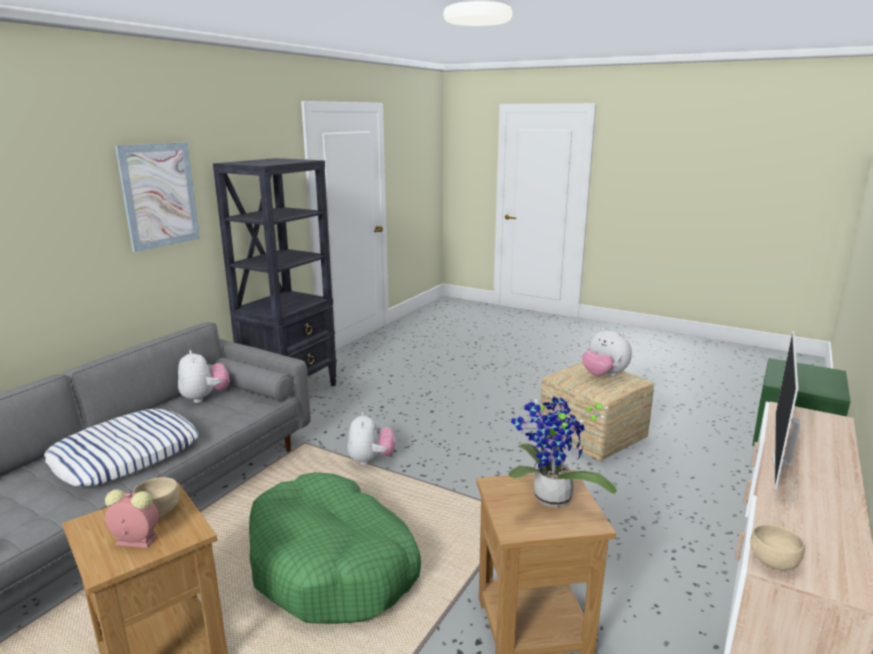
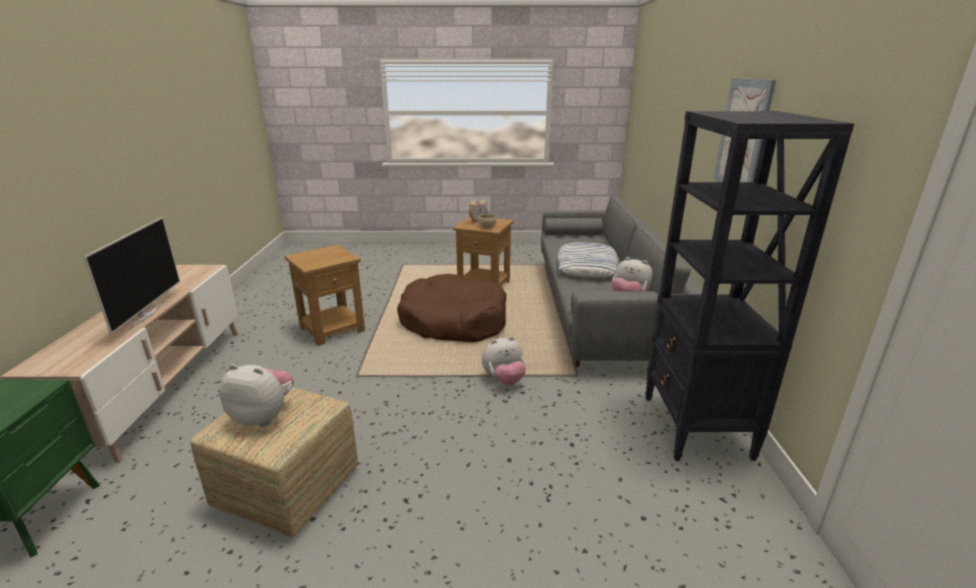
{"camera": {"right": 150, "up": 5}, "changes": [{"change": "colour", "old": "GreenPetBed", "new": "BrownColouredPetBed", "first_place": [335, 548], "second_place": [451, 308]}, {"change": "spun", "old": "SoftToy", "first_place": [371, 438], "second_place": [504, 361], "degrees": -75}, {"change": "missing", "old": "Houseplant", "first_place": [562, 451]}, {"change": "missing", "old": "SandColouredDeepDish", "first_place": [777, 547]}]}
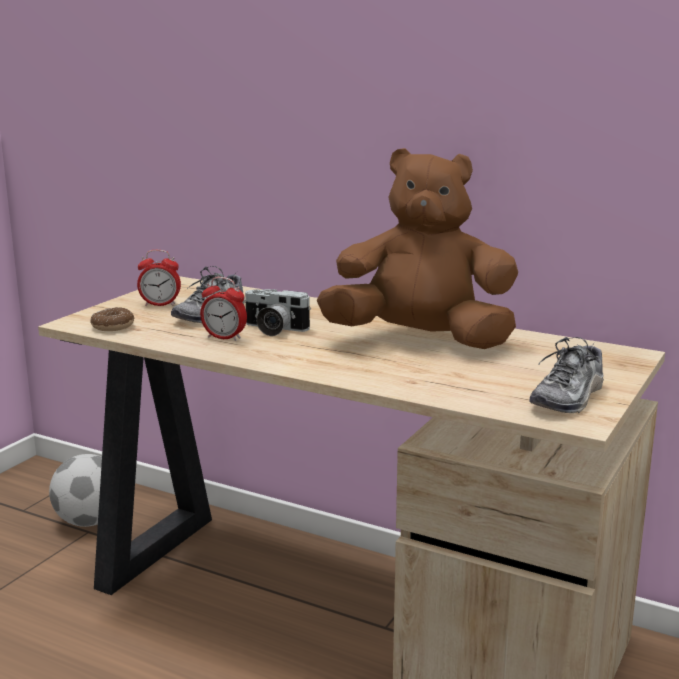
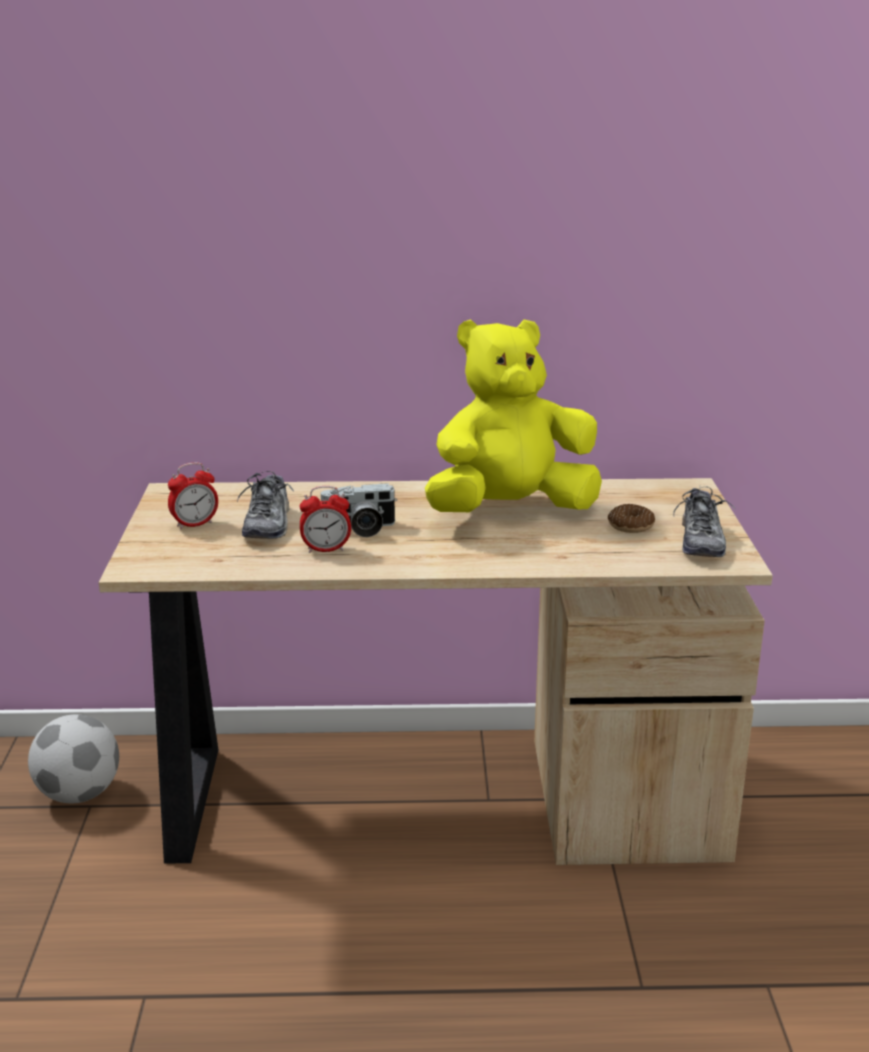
{"camera": {"right": -30, "up": 5}, "changes": [{"change": "relocated", "old": "RingDoughnut", "first_place": [112, 319], "second_place": [631, 518]}, {"change": "colour", "old": "BrownColouredSoftToy", "new": "YellowColouredSoftToy", "first_place": [417, 248], "second_place": [513, 415]}]}
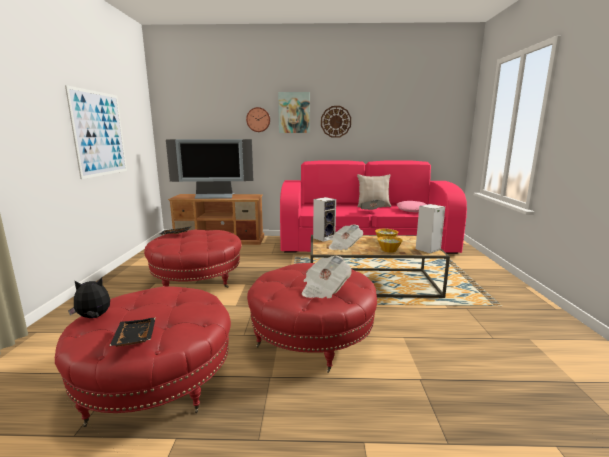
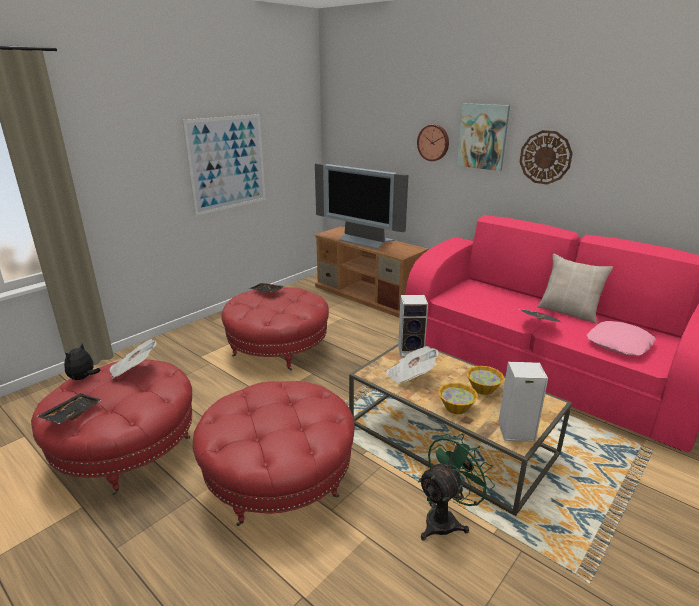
{"camera": {"right": 40, "up": 10}, "changes": [{"change": "spun", "old": "SoftToy", "first_place": [89, 298], "second_place": [82, 361], "degrees": -90}, {"change": "relocated", "old": "PrintedPaper", "first_place": [326, 277], "second_place": [133, 359]}, {"change": "appeared", "new": "GreenCoolingFan", "second_place": [456, 487]}]}
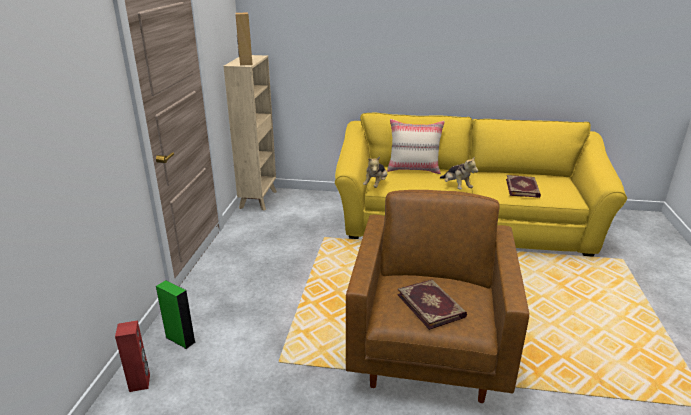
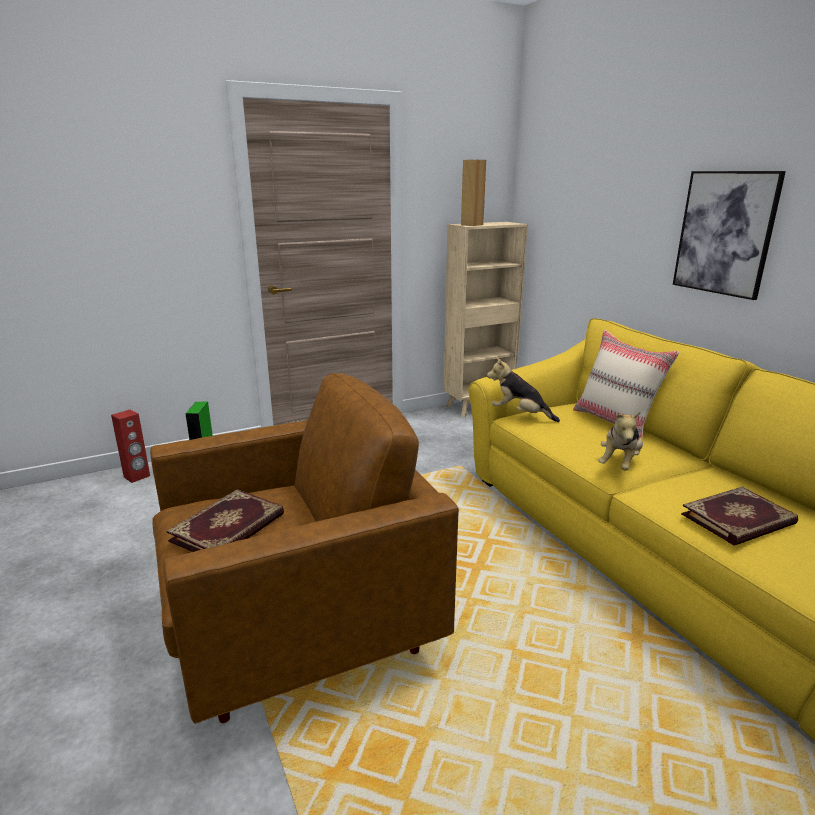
{"camera": {"right": 55, "up": -5}, "changes": [{"change": "spun", "old": "SoftToy", "first_place": [375, 172], "second_place": [523, 389], "degrees": 45}, {"change": "appeared", "new": "WallArt", "second_place": [729, 235]}]}
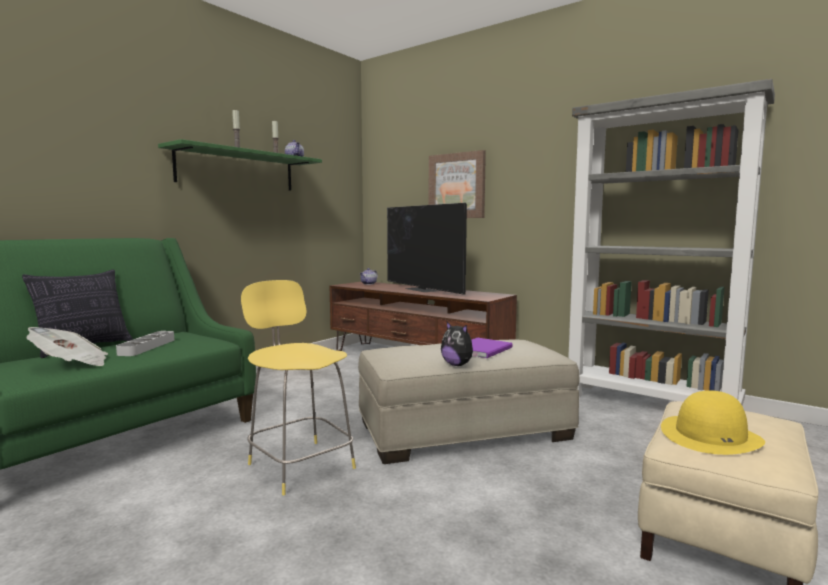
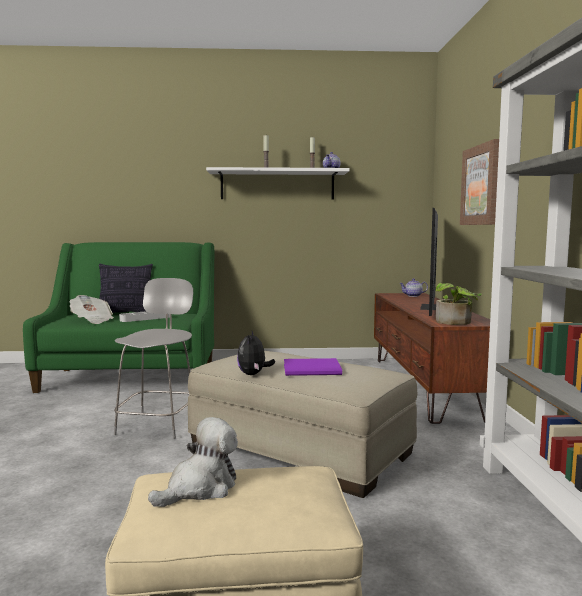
{"camera": {"right": 50, "up": 0}, "changes": [{"change": "colour", "old": "GreenBracketShelf", "new": "WhitishBracketShelf", "first_place": [240, 165], "second_place": [278, 183]}, {"change": "colour", "old": "YellowColouredStoolSeat", "new": "GreyishStoolSeat", "first_place": [298, 387], "second_place": [153, 358]}, {"change": "exchanged", "old": "YellowColouredHat", "new": "SoftToy", "first_place": [713, 422], "second_place": [193, 462]}, {"change": "appeared", "new": "Houseplant", "second_place": [458, 304]}]}
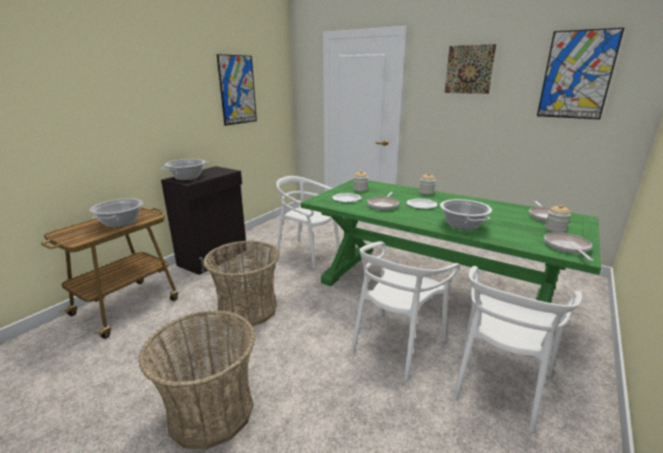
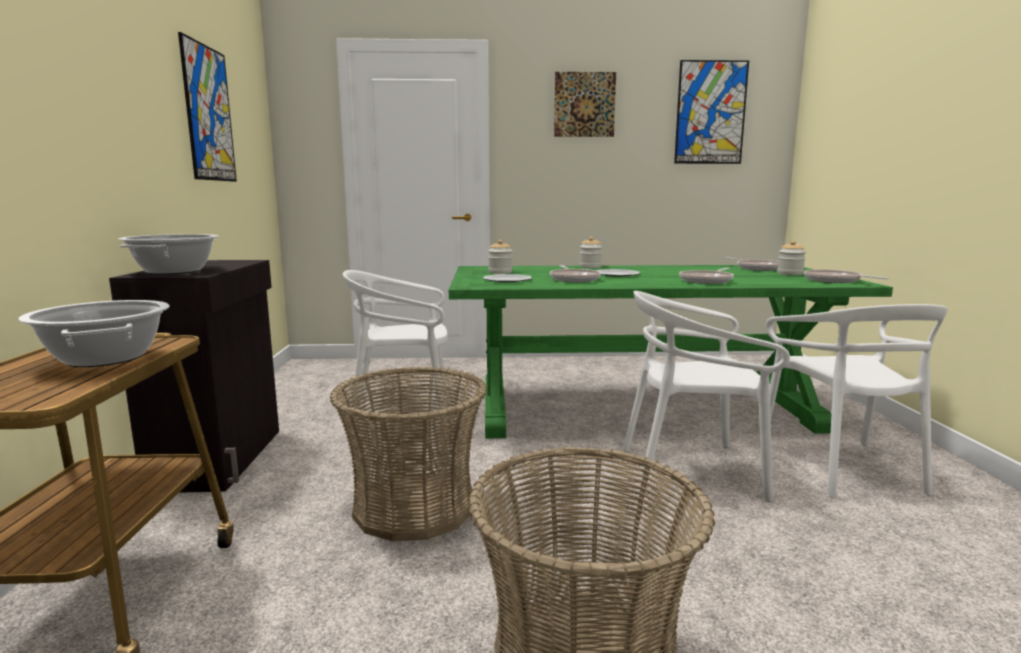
{"camera": {"right": -35, "up": -10}, "changes": [{"change": "spun", "old": "WhitishPlainChair", "first_place": [405, 310], "second_place": [706, 396], "degrees": 90}, {"change": "exchanged", "old": "CookingPot", "new": "FryingPan", "first_place": [466, 214], "second_place": [706, 276]}]}
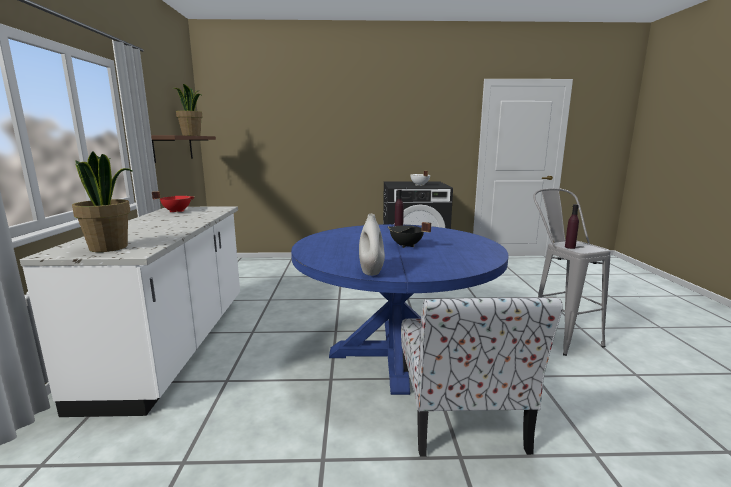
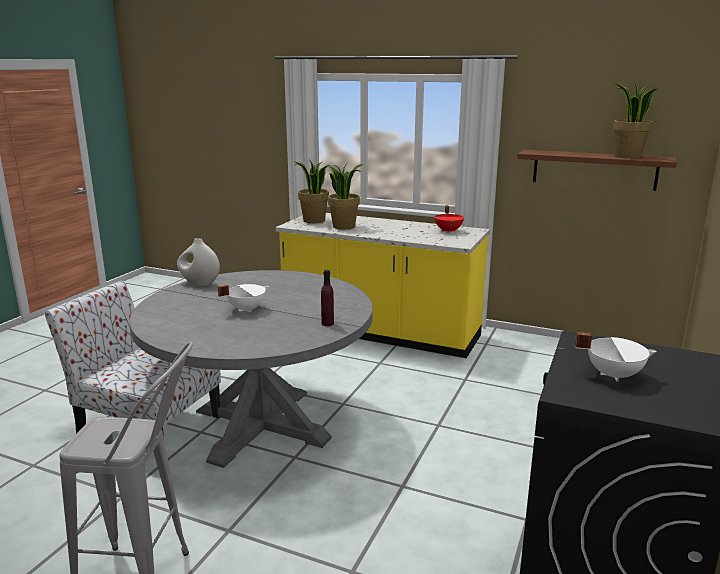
{"camera": {"right": 115, "up": 5}, "changes": [{"change": "colour", "old": "WhitishCounter", "new": "YellowColouredCounter", "first_place": [130, 311], "second_place": [383, 285]}, {"change": "colour", "old": "BlueDiningTable", "new": "GreyishDiningTable", "first_place": [400, 309], "second_place": [251, 369]}, {"change": "colour", "old": "BlackColouredCookingPot", "new": "WhitishCookingPot", "first_place": [409, 235], "second_place": [243, 298]}, {"change": "missing", "old": "PurplishBottle", "first_place": [572, 226]}, {"change": "appeared", "new": "Houseplant", "second_place": [345, 196]}]}
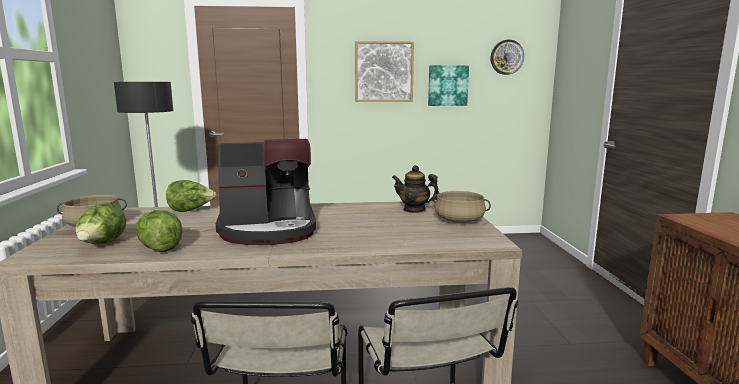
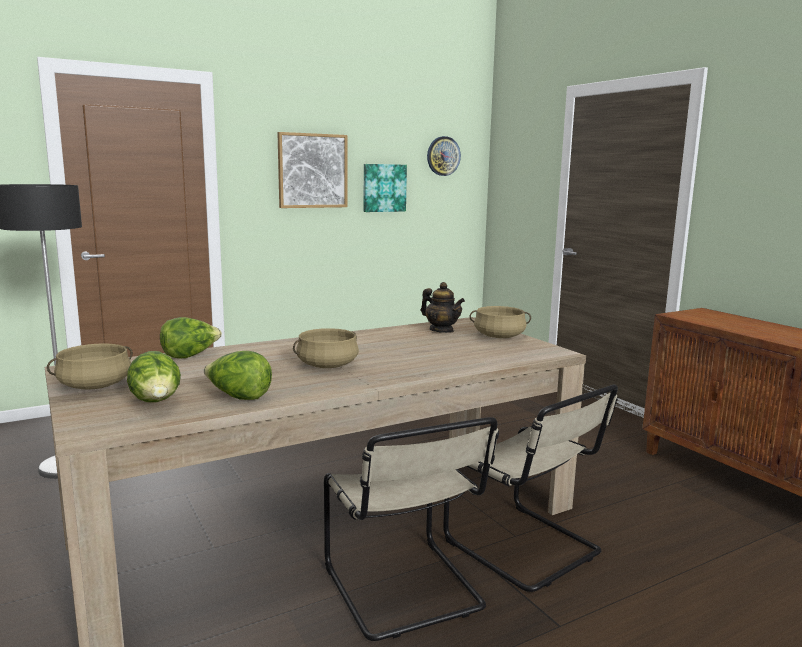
{"camera": {"right": -25, "up": 0}, "changes": [{"change": "exchanged", "old": "CoffeeMachine", "new": "SandColouredCookingPot", "first_place": [266, 192], "second_place": [326, 348]}, {"change": "spun", "old": "PotForTea", "first_place": [415, 189], "second_place": [443, 307], "degrees": -135}]}
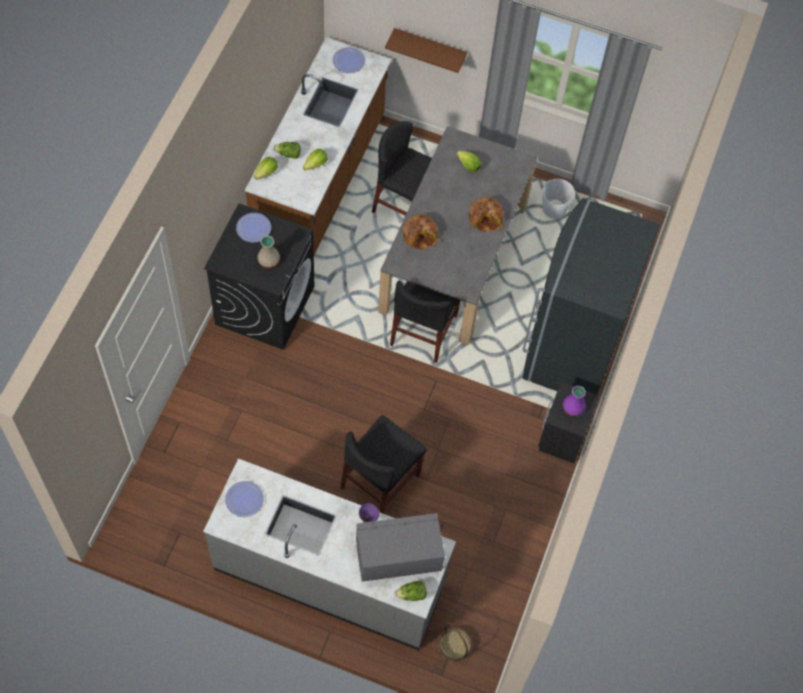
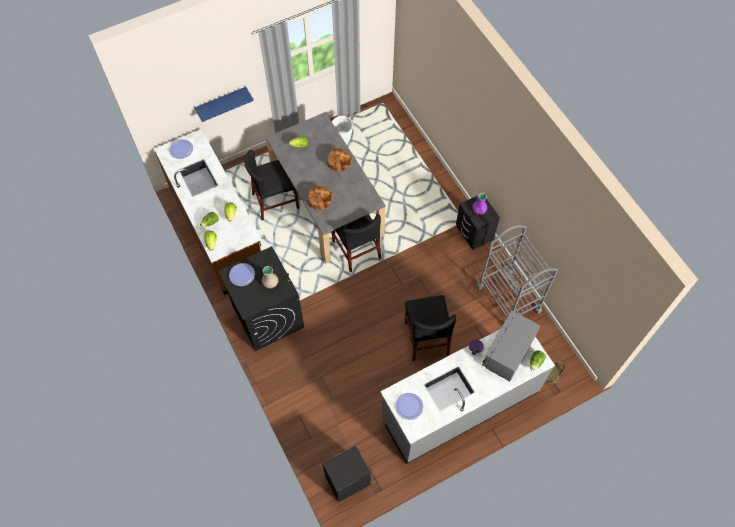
{"camera": {"right": -45, "up": 0}, "changes": [{"change": "colour", "old": "BrownColouredBracketShelf", "new": "BlueBracketShelf", "first_place": [426, 50], "second_place": [224, 104]}, {"change": "missing", "old": "GreyishFridge", "first_place": [591, 296]}, {"change": "appeared", "new": "BlackColouredNightTable", "second_place": [346, 473]}, {"change": "appeared", "new": "GreyishWheeledCart", "second_place": [517, 271]}]}
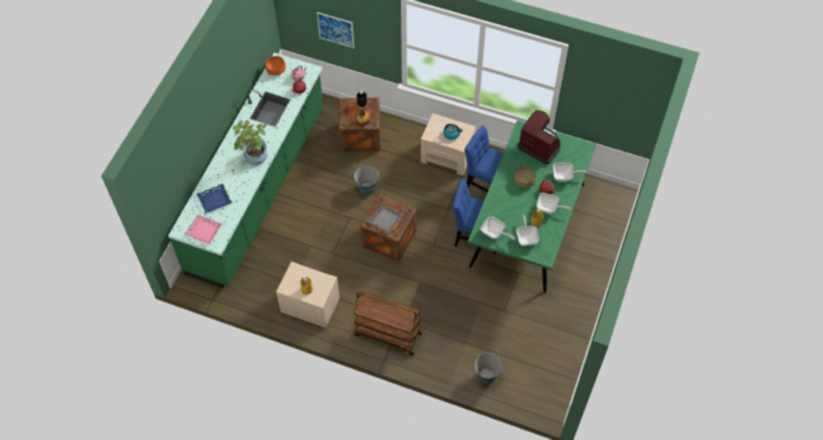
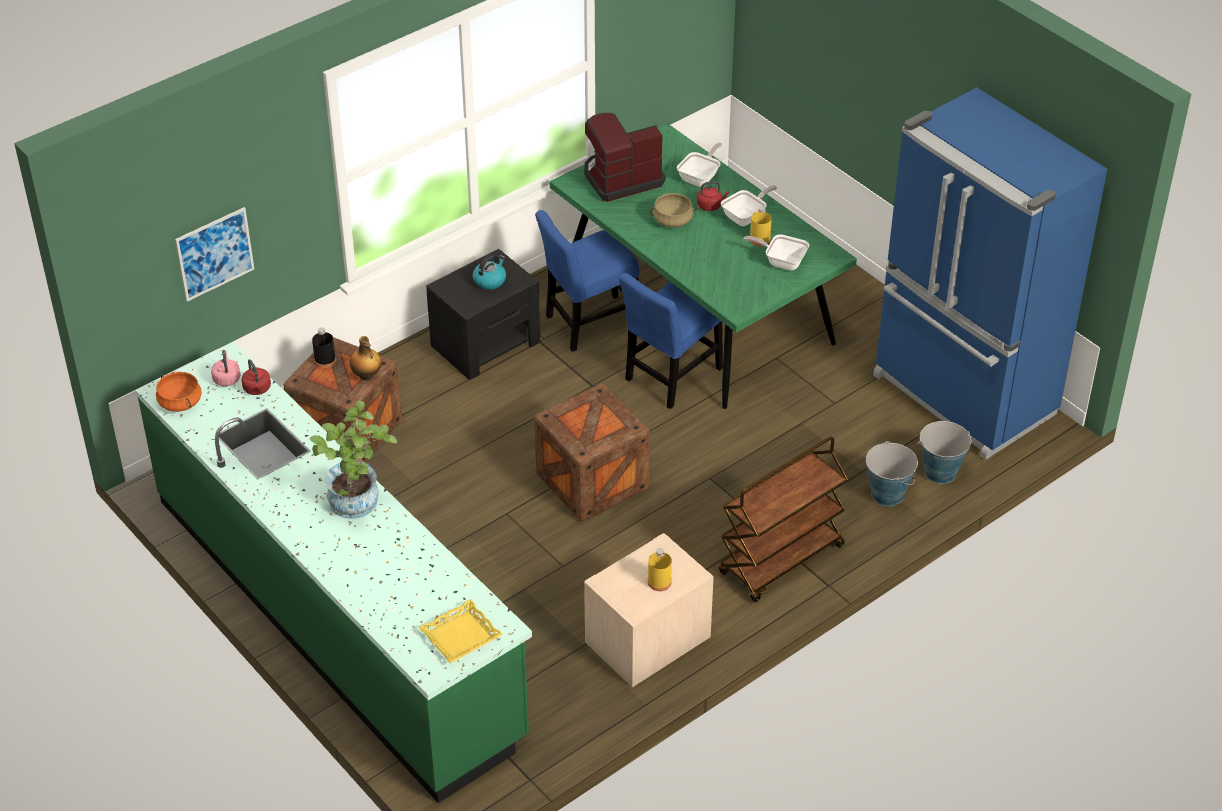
{"camera": {"right": -60, "up": -15}, "changes": [{"change": "colour", "old": "PinkishServingTray", "new": "YellowColouredServingTray", "first_place": [203, 229], "second_place": [460, 631]}, {"change": "missing", "old": "BlueServingTray", "first_place": [214, 198]}, {"change": "relocated", "old": "Pail", "first_place": [367, 180], "second_place": [892, 473]}, {"change": "missing", "old": "GreyishServingTray", "first_place": [386, 218]}, {"change": "colour", "old": "SandColouredNightTable", "new": "BlackColouredNightTable", "first_place": [448, 144], "second_place": [483, 314]}, {"change": "missing", "old": "FryingPan", "first_place": [498, 228]}, {"change": "appeared", "new": "BlueFridge", "second_place": [990, 273]}]}
